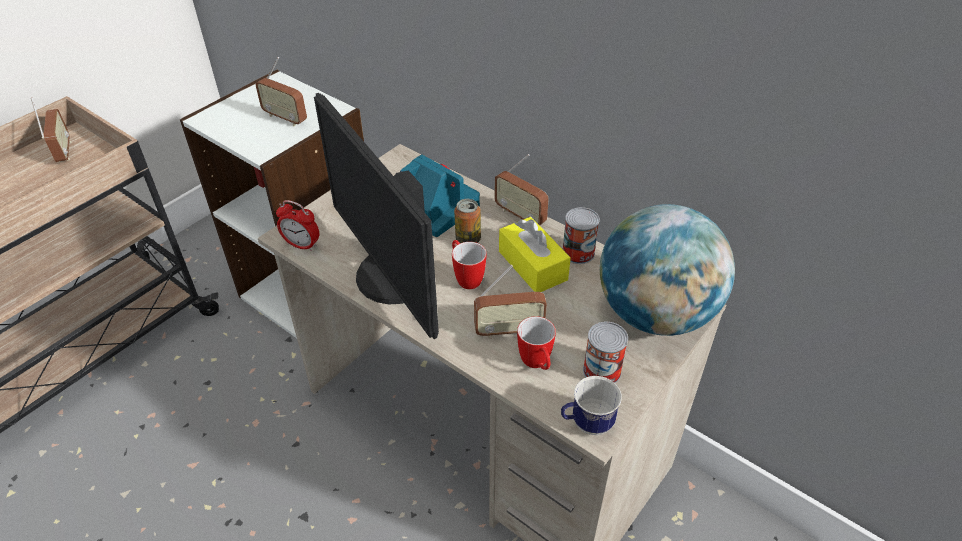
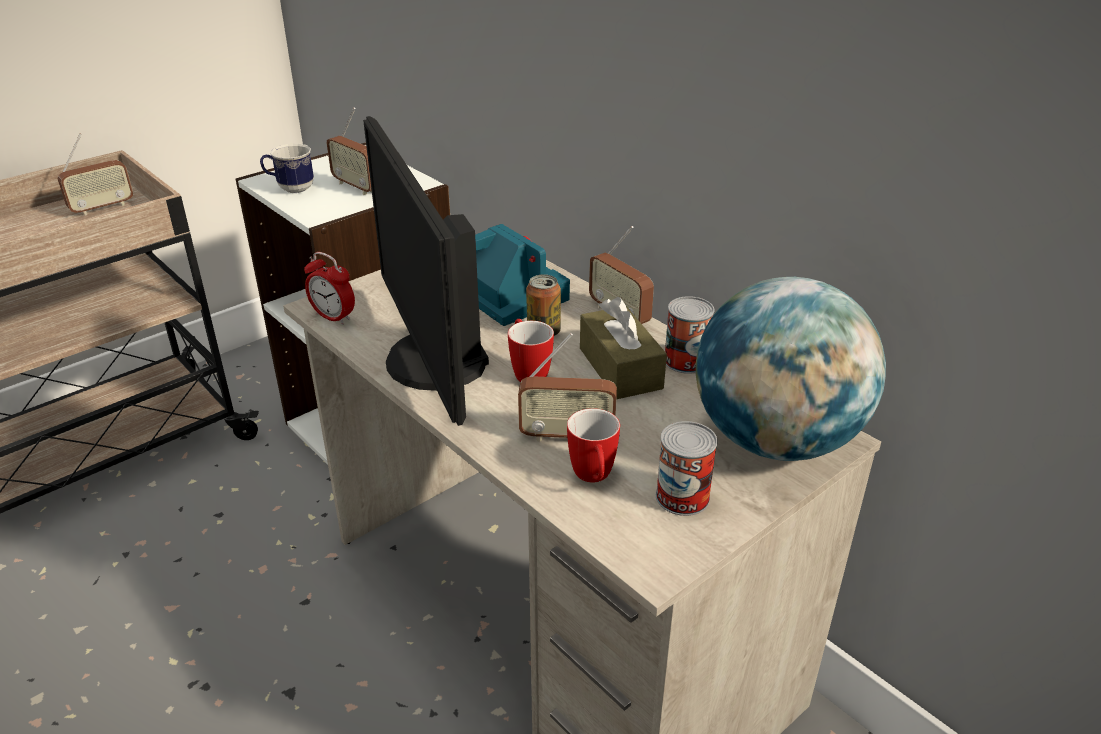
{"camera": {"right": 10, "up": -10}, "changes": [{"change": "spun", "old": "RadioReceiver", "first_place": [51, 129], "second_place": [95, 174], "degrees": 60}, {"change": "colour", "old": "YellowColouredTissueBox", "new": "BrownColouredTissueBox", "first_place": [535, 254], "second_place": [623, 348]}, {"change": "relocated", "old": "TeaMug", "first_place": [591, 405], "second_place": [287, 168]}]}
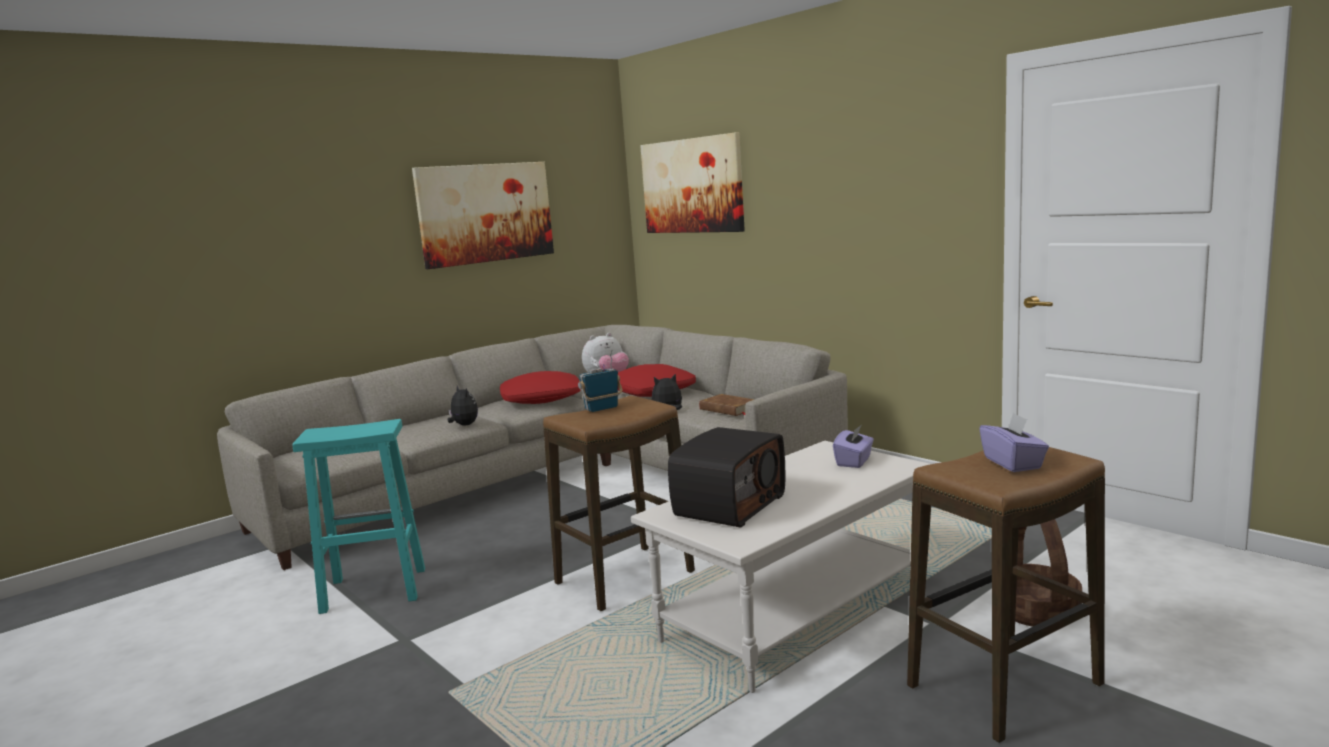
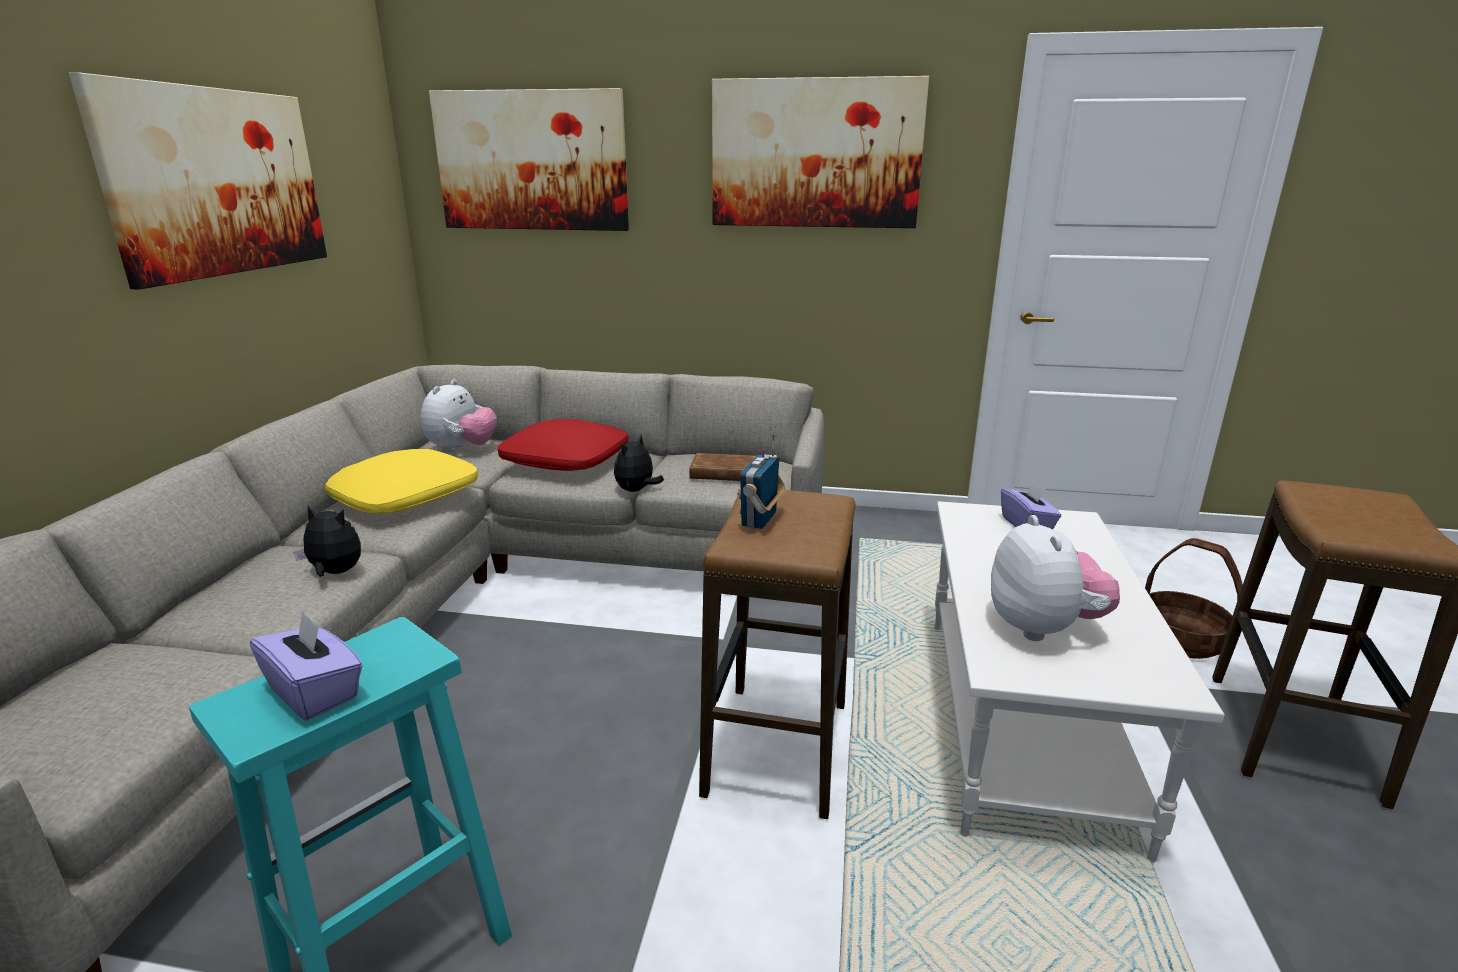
{"camera": {"right": -40, "up": 10}, "changes": [{"change": "colour", "old": "RedColouredPillow", "new": "YellowColouredPillow", "first_place": [540, 387], "second_place": [401, 481]}, {"change": "exchanged", "old": "RadioReceiver", "new": "SoftToy", "first_place": [726, 477], "second_place": [1055, 578]}, {"change": "relocated", "old": "PurplishTissueBox", "first_place": [1014, 442], "second_place": [306, 665]}, {"change": "appeared", "new": "WallArt", "second_place": [820, 152]}]}
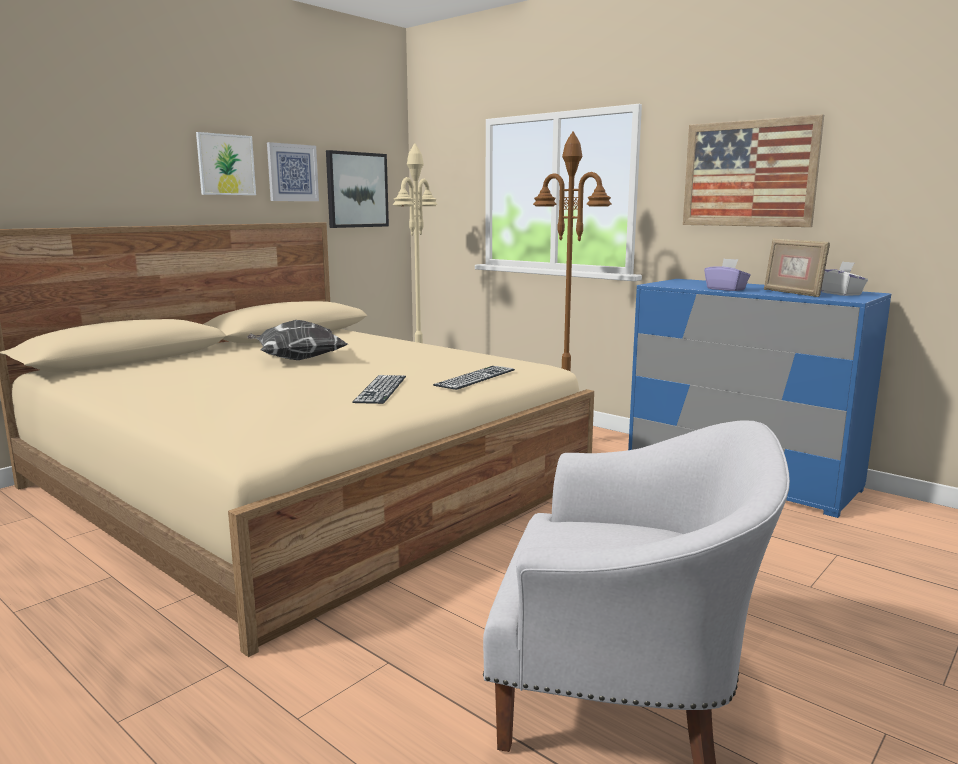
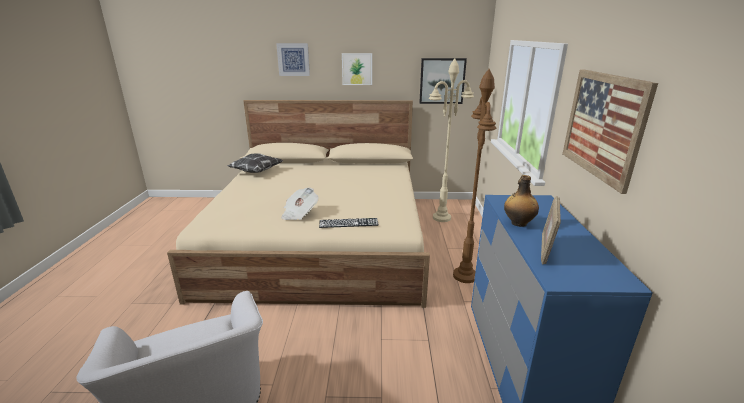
{"camera": {"right": 50, "up": 10}, "changes": [{"change": "relocated", "old": "Pillow", "first_place": [297, 340], "second_place": [255, 163]}, {"change": "relocated", "old": "WallArt", "first_place": [293, 171], "second_place": [293, 59]}, {"change": "exchanged", "old": "ComputerKeyboard", "new": "PrintedPaper", "first_place": [379, 389], "second_place": [300, 203]}, {"change": "exchanged", "old": "PurplishTissueBox", "new": "Bottle", "first_place": [727, 275], "second_place": [521, 201]}, {"change": "missing", "old": "WhitishTissueBox", "first_place": [844, 278]}]}
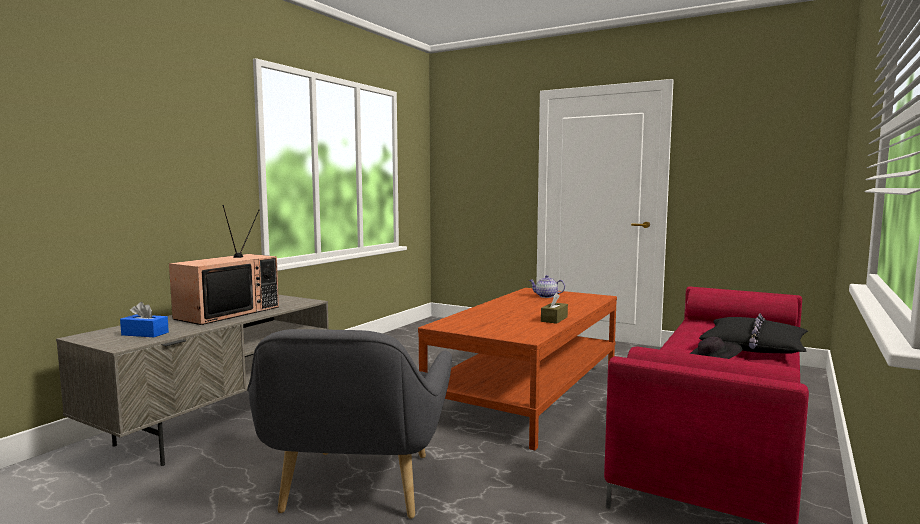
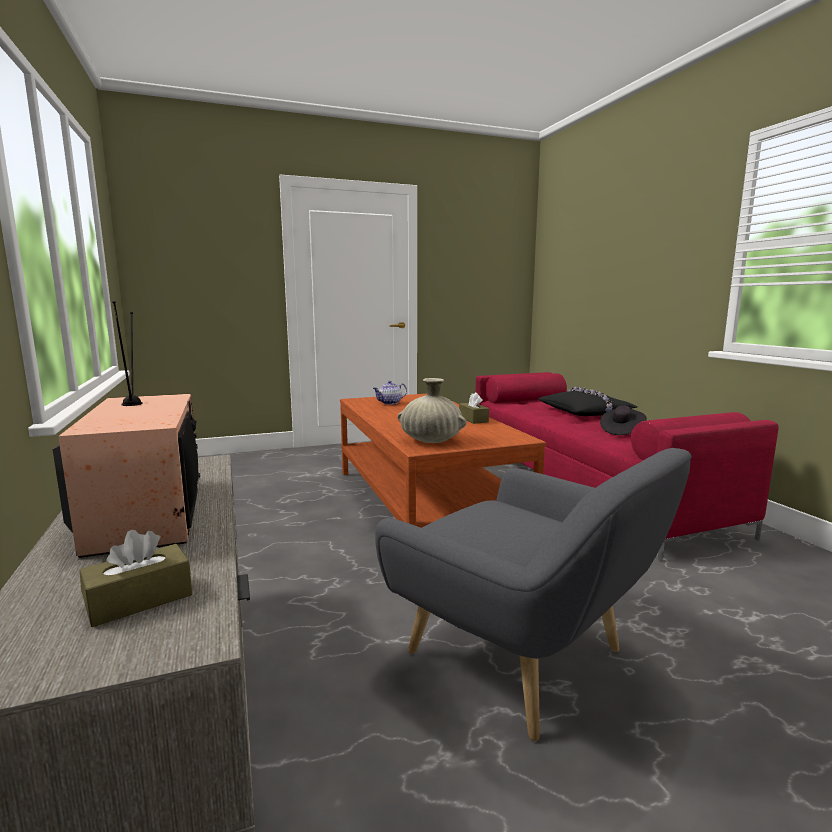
{"camera": {"right": -50, "up": 5}, "changes": [{"change": "colour", "old": "BlueTissueBox", "new": "BrownColouredTissueBox", "first_place": [144, 319], "second_place": [136, 578]}, {"change": "appeared", "new": "SandColouredDecorativeVase", "second_place": [432, 410]}]}
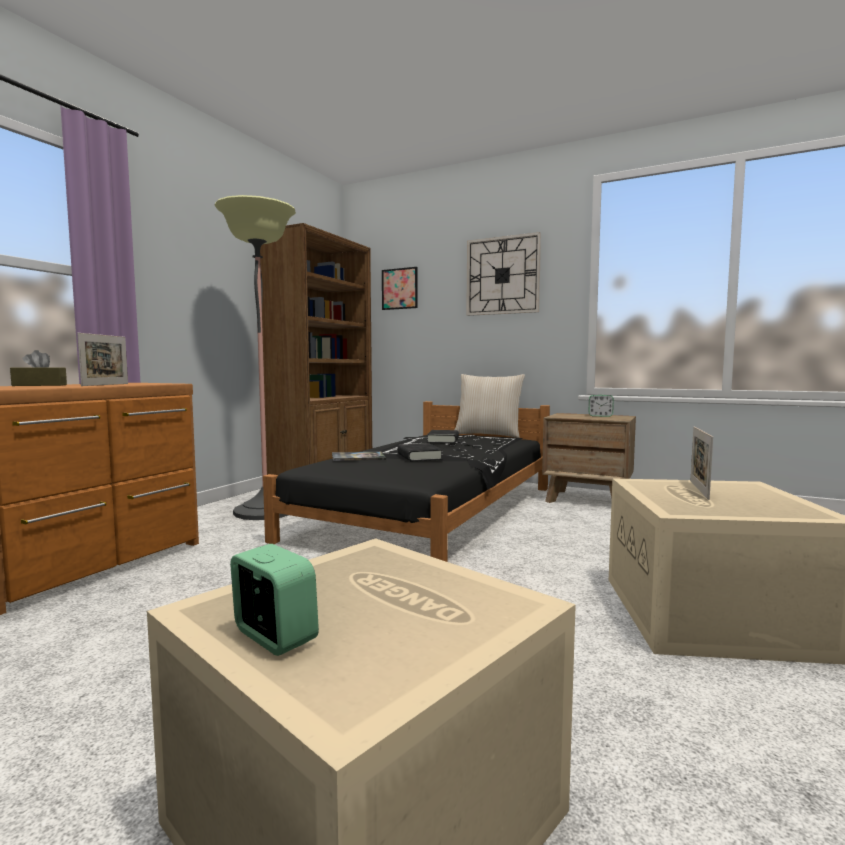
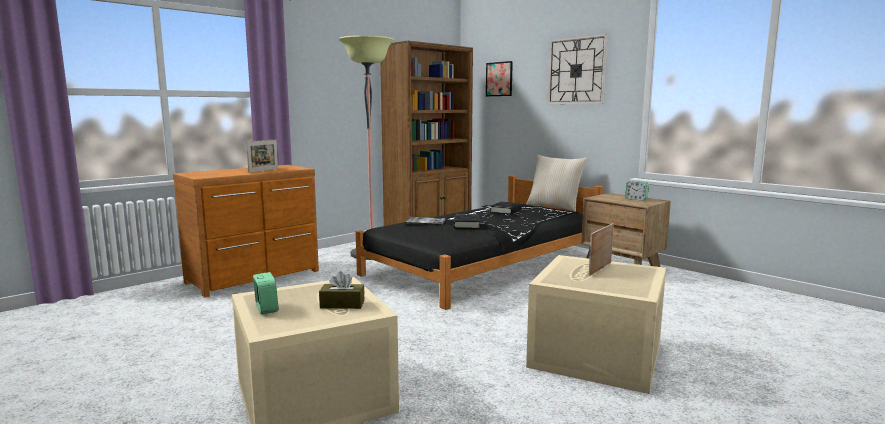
{"camera": {"right": 20, "up": 5}, "changes": [{"change": "relocated", "old": "BrownColouredTissueBox", "first_place": [38, 368], "second_place": [342, 290]}]}
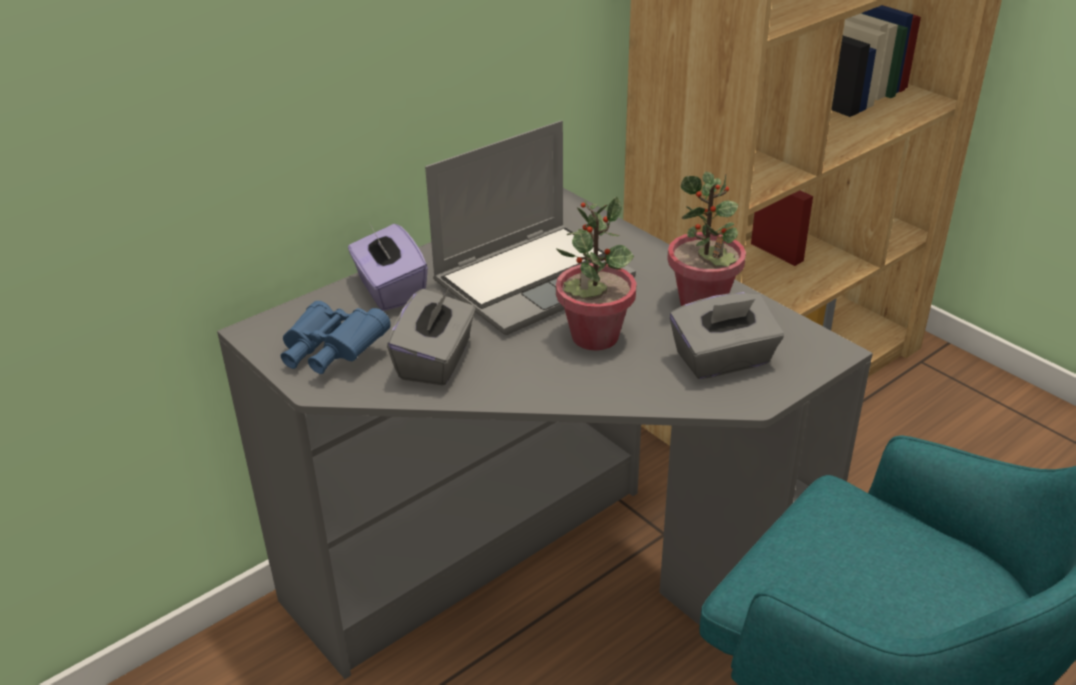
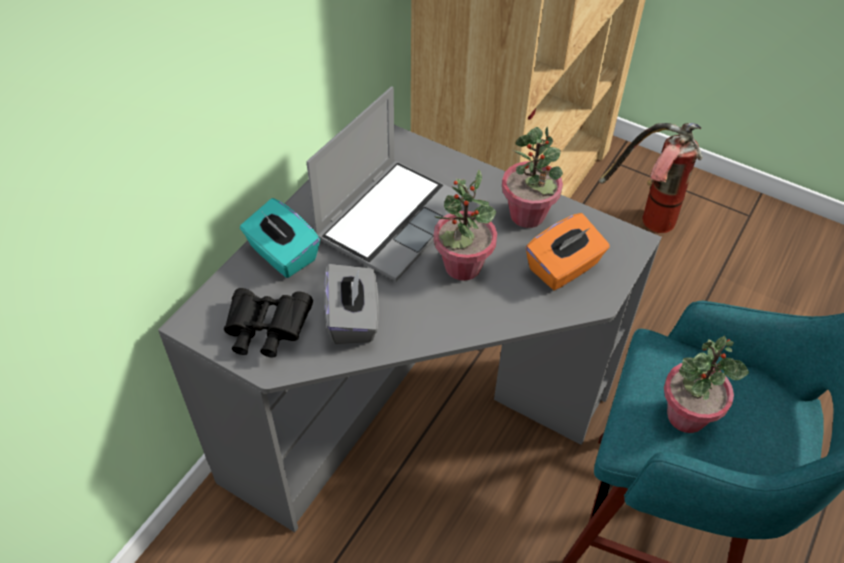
{"camera": {"right": -20, "up": 15}, "changes": [{"change": "colour", "old": "BlueFieldGlasses", "new": "BlackColouredFieldGlasses", "first_place": [336, 337], "second_place": [268, 322]}, {"change": "colour", "old": "PurplishTissueBox", "new": "BlueGreenTissueBox", "first_place": [388, 267], "second_place": [280, 238]}, {"change": "colour", "old": "GreyishTissueBox", "new": "OrangeColouredTissueBox", "first_place": [727, 335], "second_place": [568, 251]}, {"change": "appeared", "new": "FireExtinguisher", "second_place": [651, 178]}, {"change": "appeared", "new": "Houseplant", "second_place": [706, 384]}]}
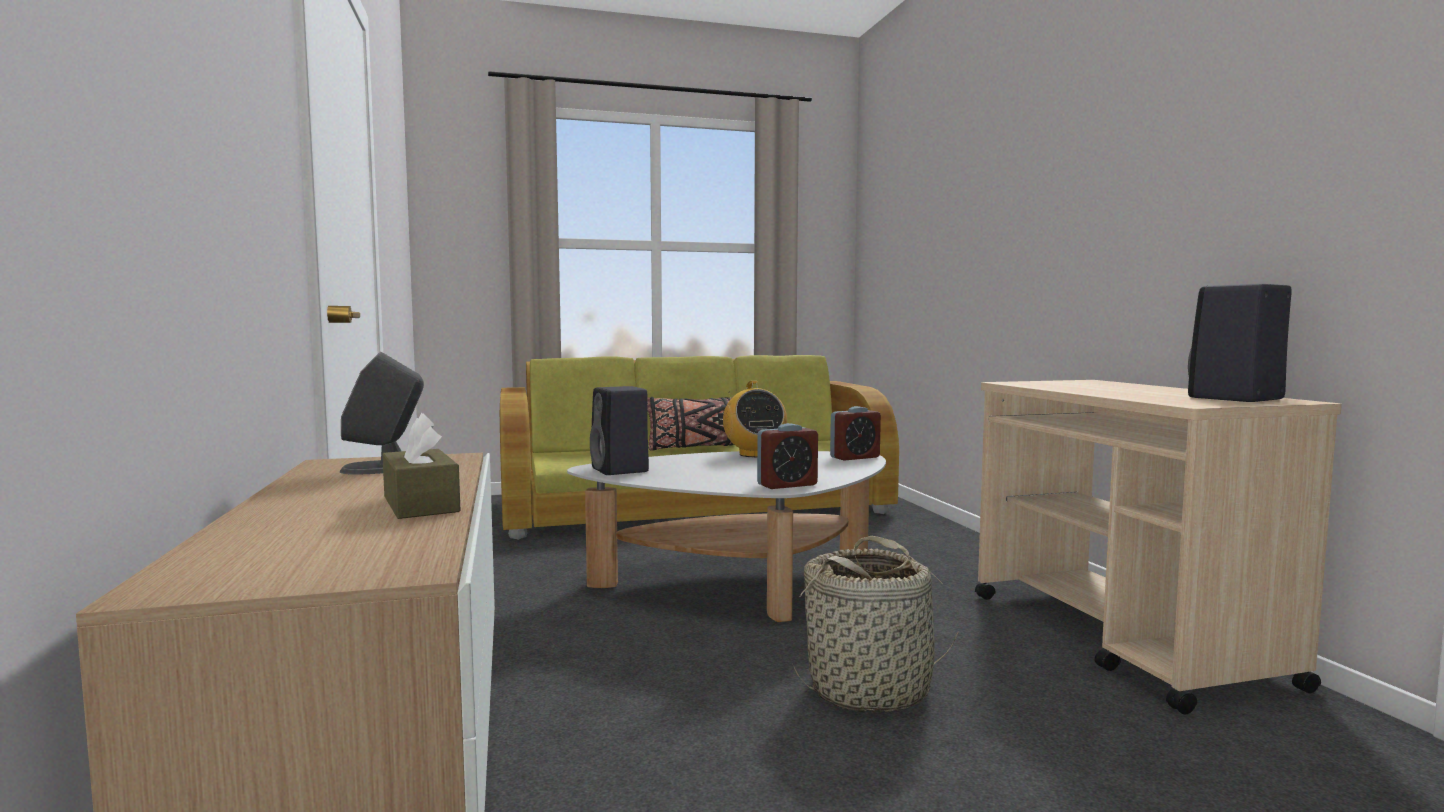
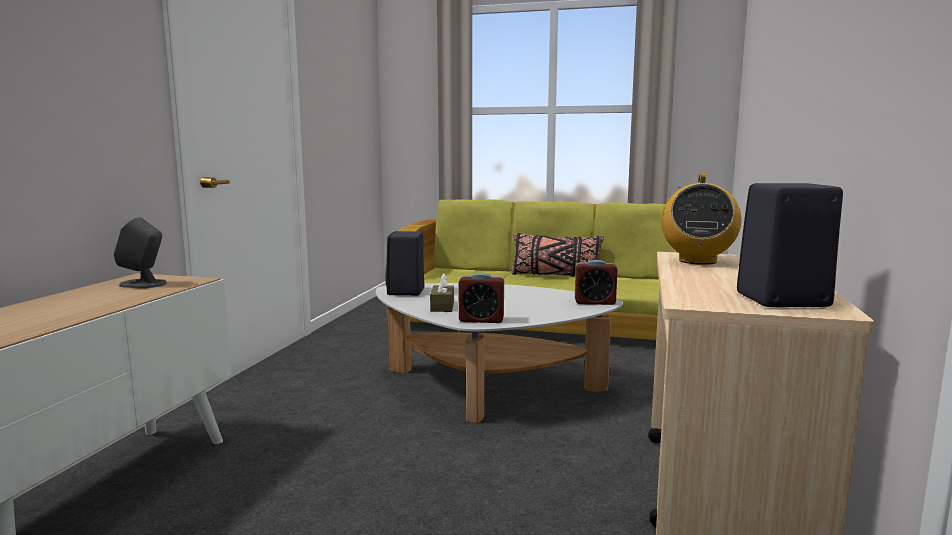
{"camera": {"right": 30, "up": 5}, "changes": [{"change": "relocated", "old": "BrownColouredTissueBox", "first_place": [421, 466], "second_place": [442, 292]}, {"change": "relocated", "old": "RadioReceiver", "first_place": [755, 419], "second_place": [701, 219]}, {"change": "missing", "old": "HouseholdBasket", "first_place": [875, 624]}]}
